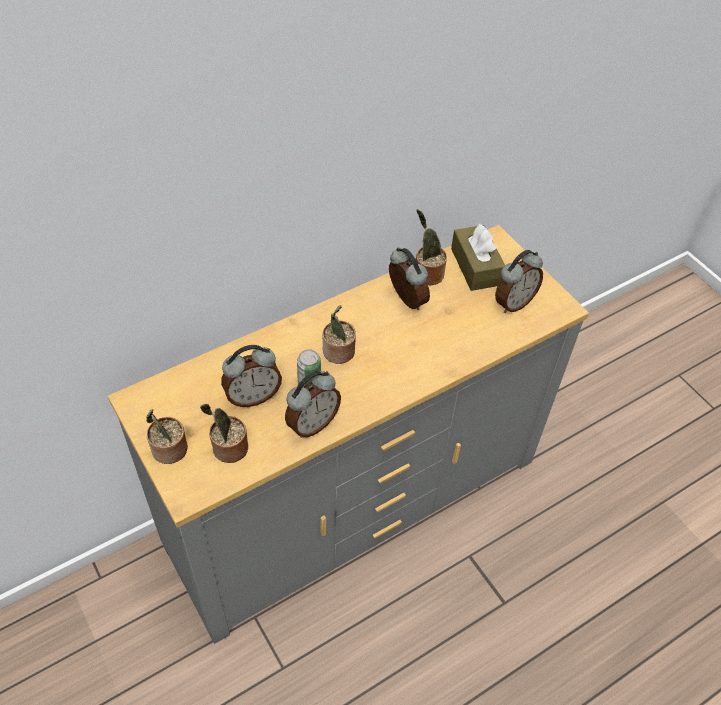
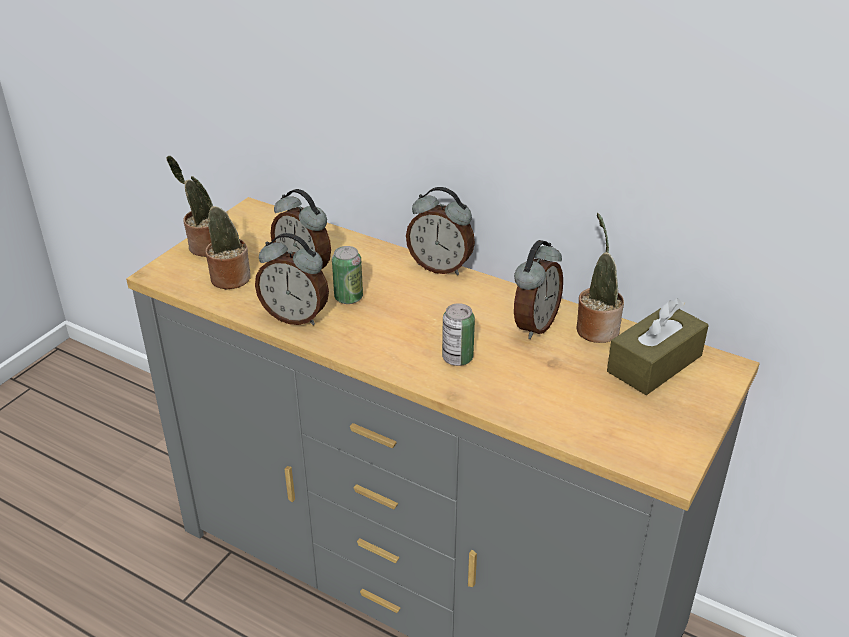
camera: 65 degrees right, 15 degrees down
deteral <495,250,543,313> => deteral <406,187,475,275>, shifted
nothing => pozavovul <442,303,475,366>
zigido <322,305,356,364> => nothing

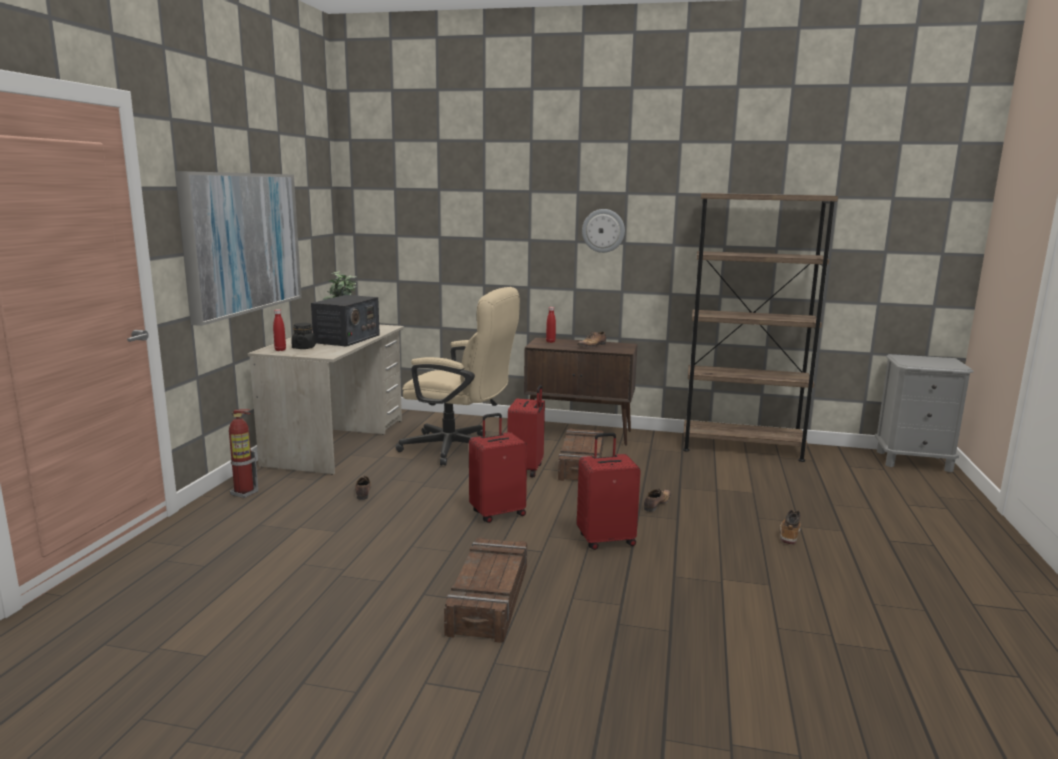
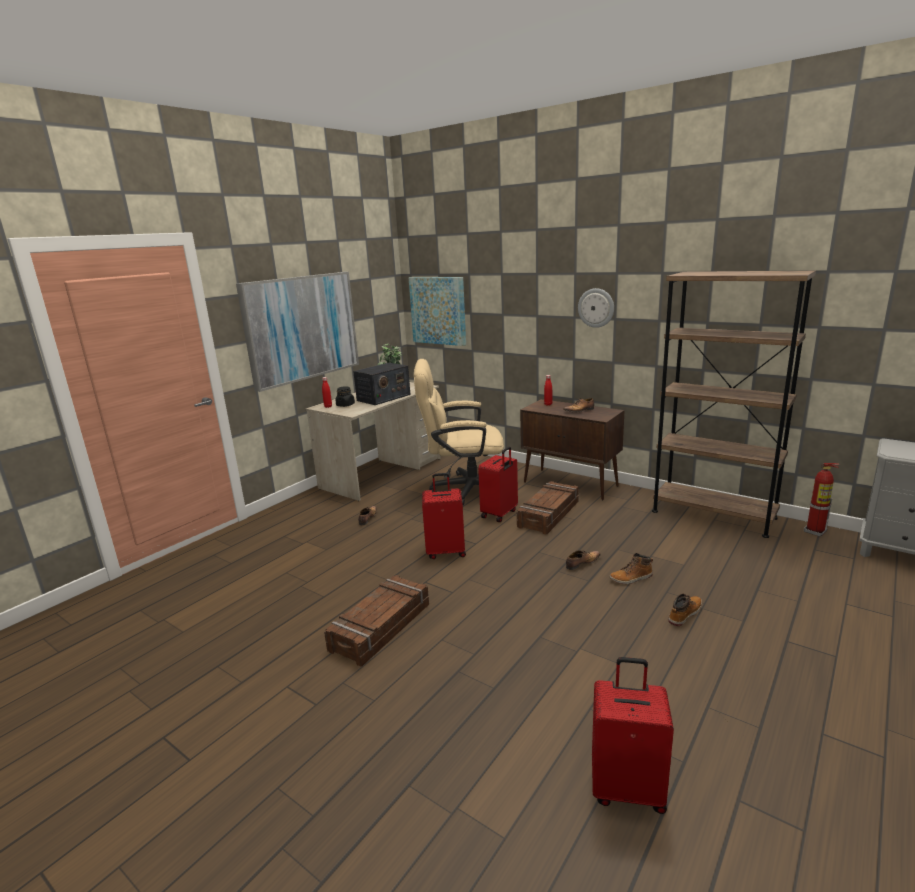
camera: 25 degrees right, 5 degrees up
nothing => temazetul <409,277,466,346>
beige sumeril <396,287,520,466> => beige sumeril <414,359,504,505>, 135 degrees clockwise
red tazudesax <577,433,641,550> => red tazudesax <592,657,674,814>, shifted
nothing => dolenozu <610,553,653,584>
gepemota <229,409,258,498> => gepemota <804,463,839,537>, shifted

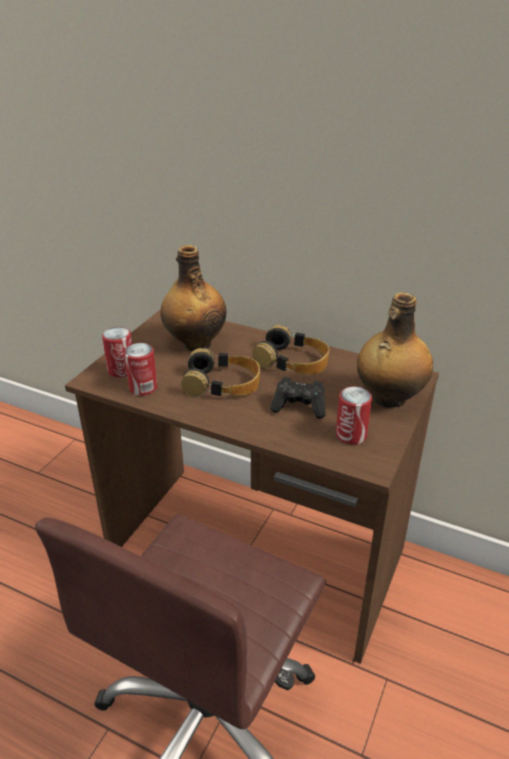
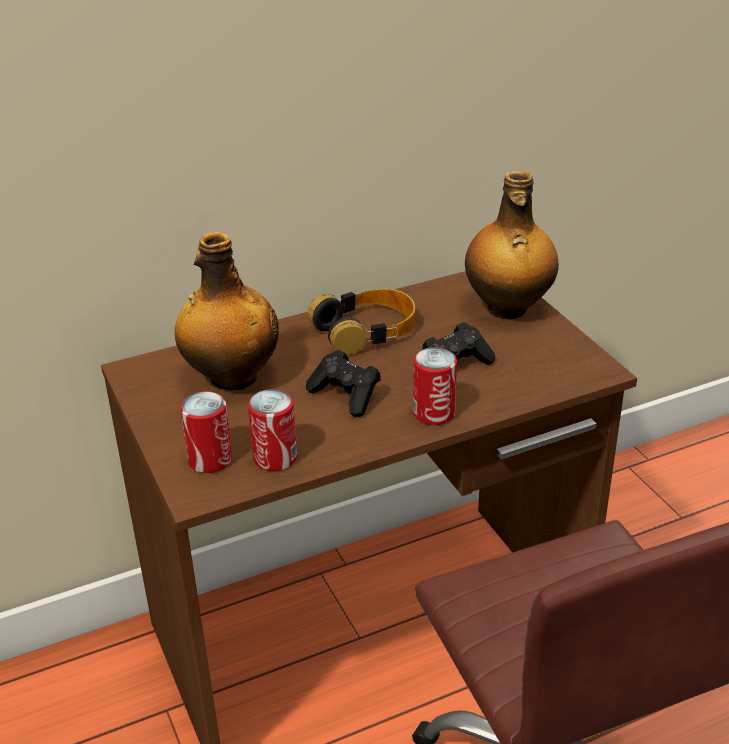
camera: 50 degrees left, 0 degrees up
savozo <181,348,260,397> => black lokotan <306,350,381,417>
pozavovul <336,386,372,444> => pozavovul <413,347,457,425>, shifted

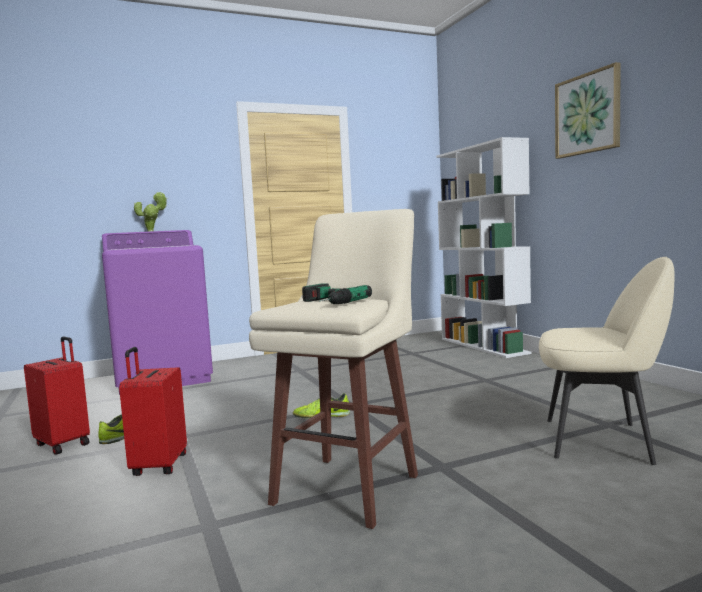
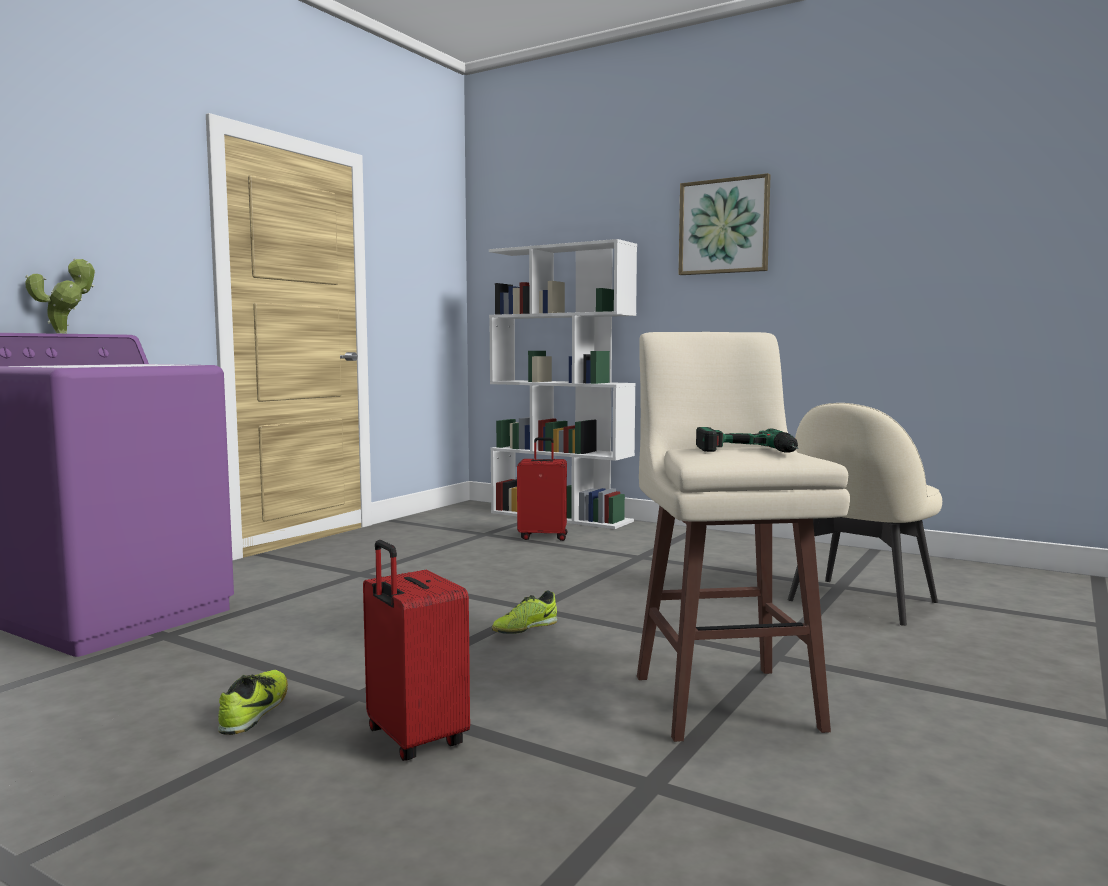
camera: 35 degrees left, 0 degrees up
red tazudesax <24,336,90,455> => red tazudesax <517,437,568,541>, shifted
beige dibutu <539,257,675,465> => beige dibutu <788,403,942,626>, 150 degrees clockwise

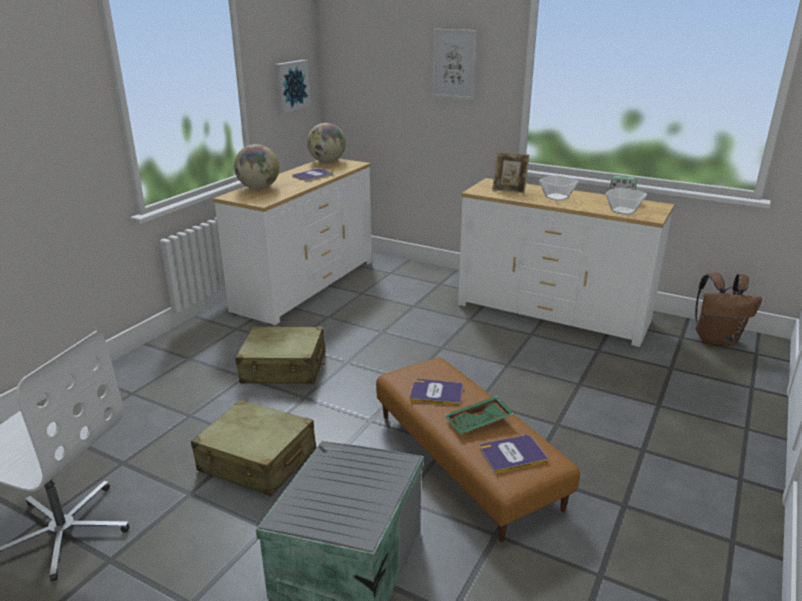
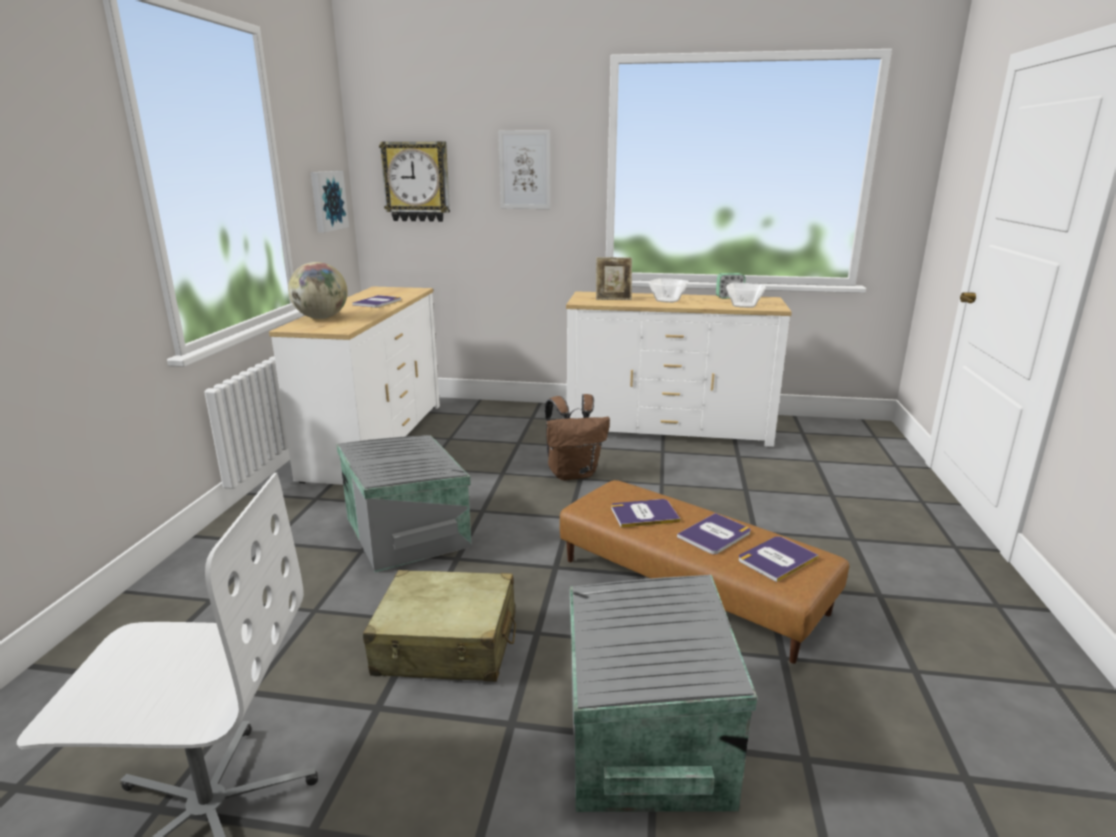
camera: 20 degrees left, 5 degrees down
beige tazudesax <235,326,325,384> => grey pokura <336,435,472,573>
nothing => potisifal <379,141,450,222>
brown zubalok <695,273,762,345> => brown zubalok <545,394,610,481>, shifted
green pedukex <444,396,514,434> => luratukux <677,513,751,554>
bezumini <307,123,346,162> => nothing

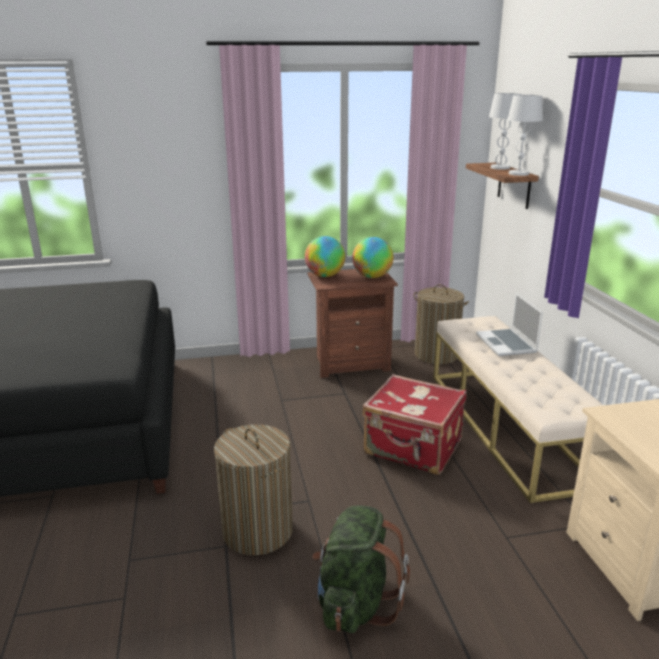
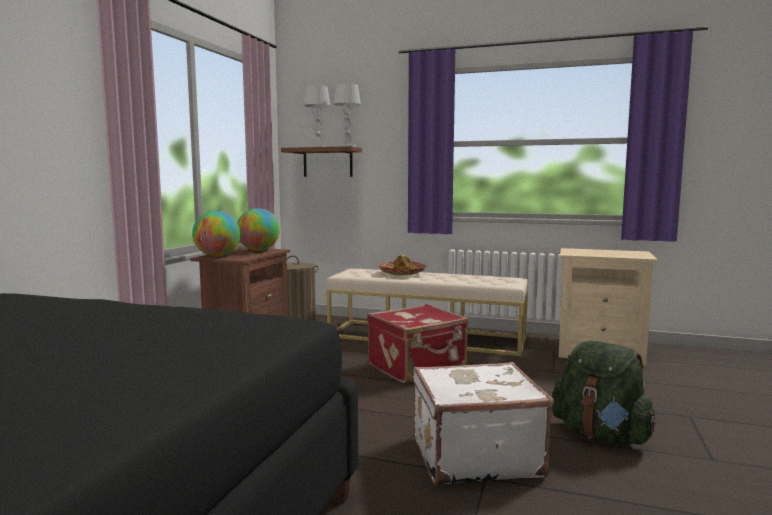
camera: 60 degrees left, 15 degrees down
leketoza <476,293,543,356> => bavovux <378,255,426,276>
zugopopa <214,424,293,555> => white tazudesax <413,362,554,486>

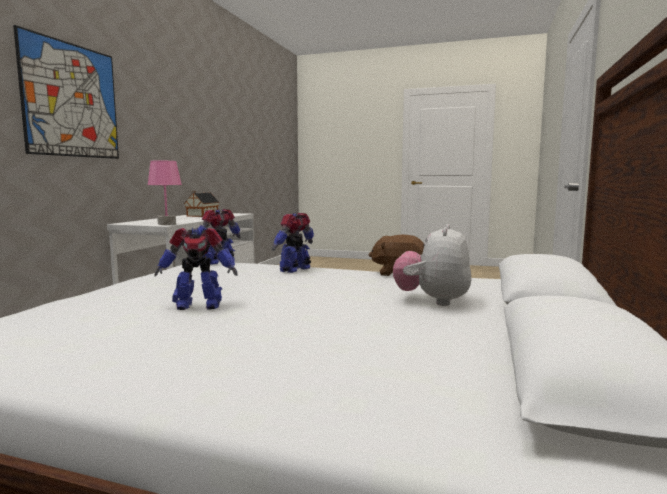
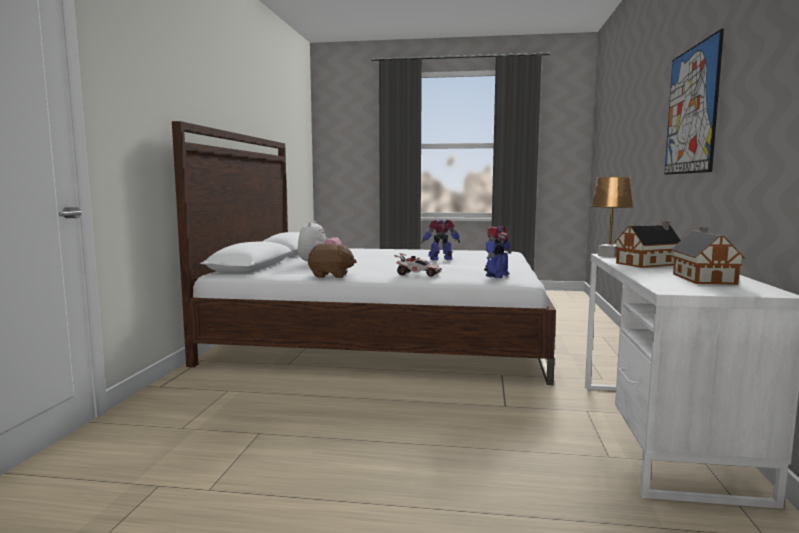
camera: 170 degrees right, 0 degrees up
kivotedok <272,213,314,273> => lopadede <394,253,442,277>
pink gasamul <147,161,182,225> => brown gasamul <591,177,634,257>
nothing => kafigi <614,221,681,268>

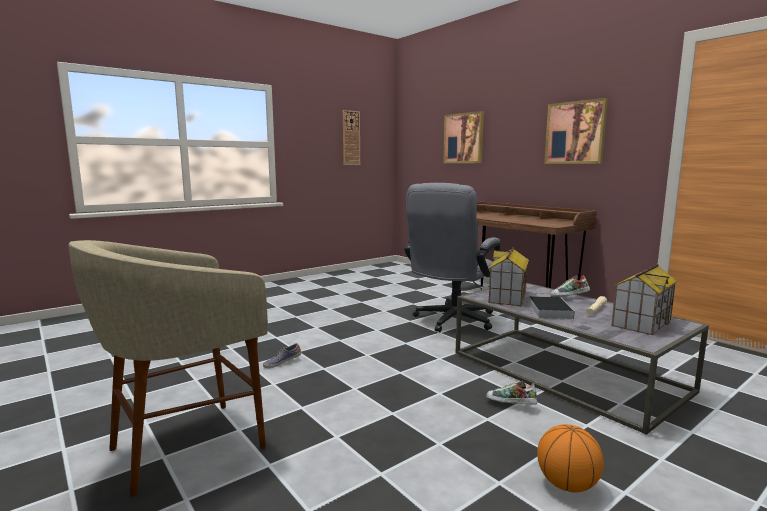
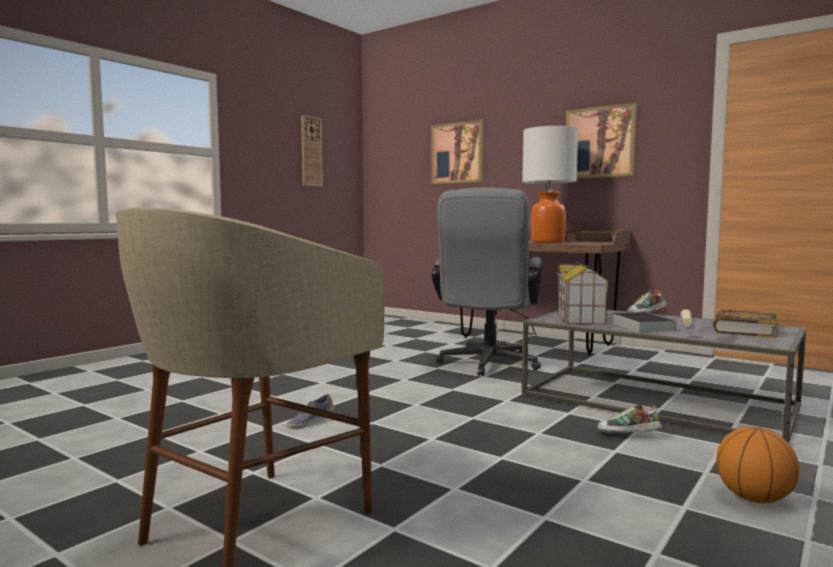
camera: 15 degrees left, 5 degrees down
nothing => gasamul <522,126,578,243>
kafigi <612,264,677,335> => luratukux <713,309,778,338>

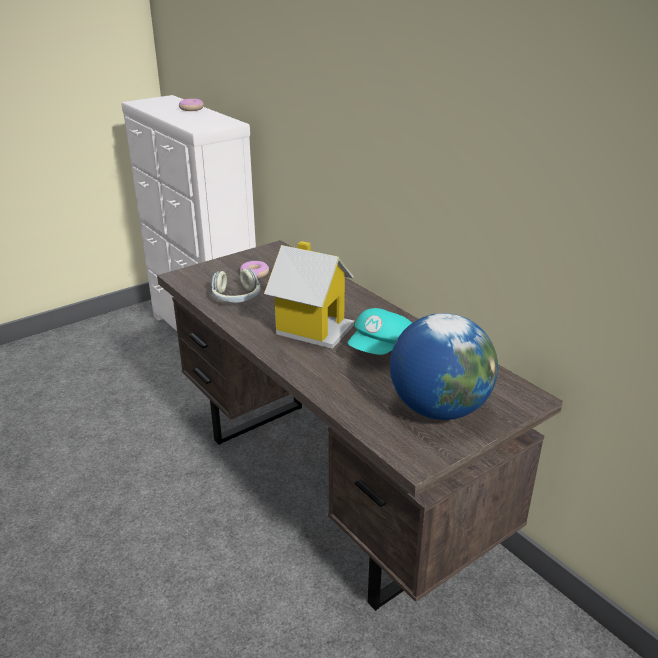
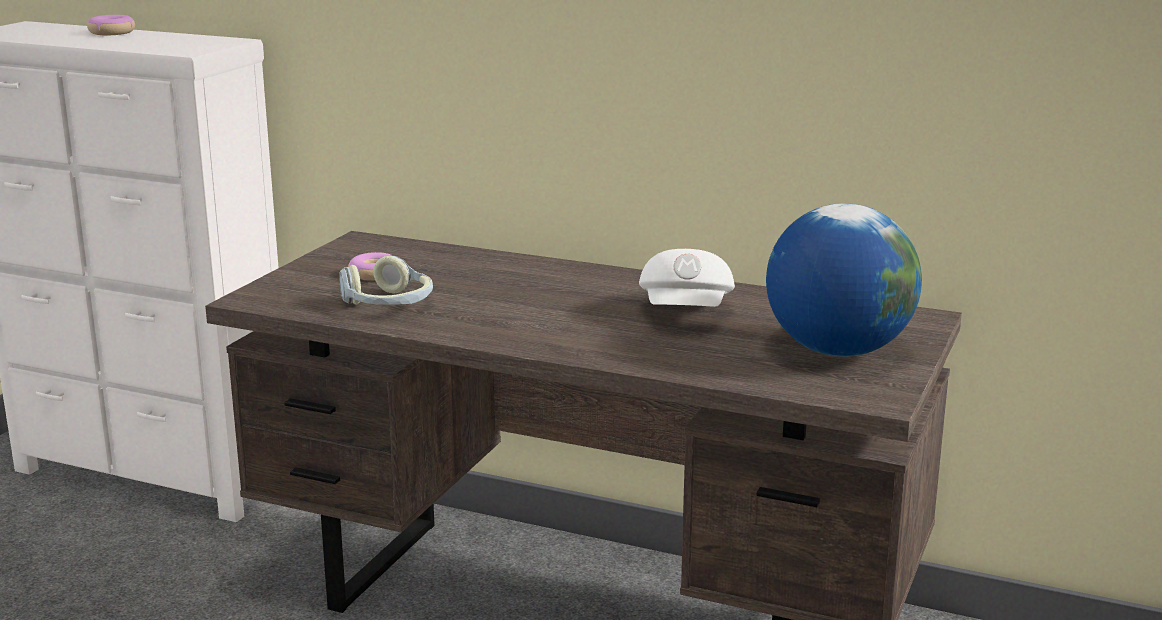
camera: 30 degrees left, 10 degrees down
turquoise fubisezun <348,308,412,355> => white fubisezun <639,249,735,307>
kafigi <264,241,354,349> => nothing

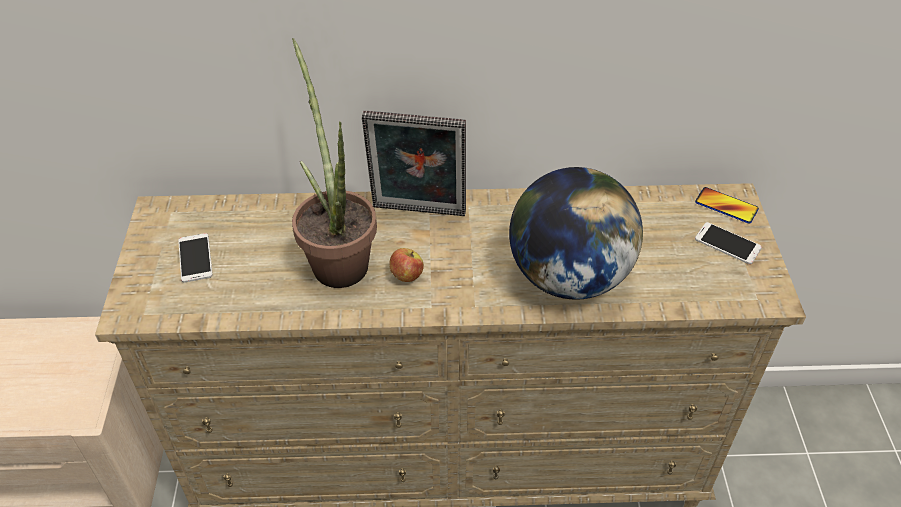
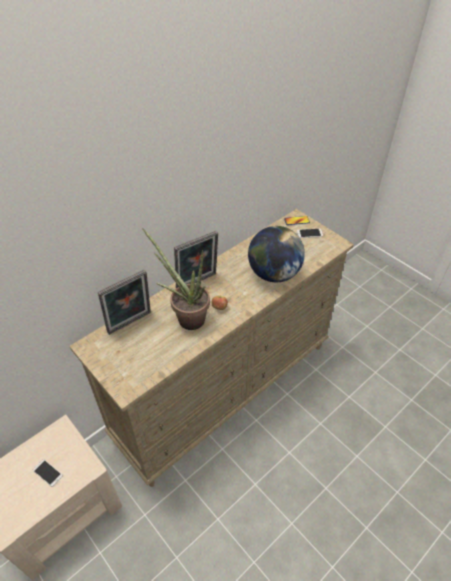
camera: 40 degrees left, 0 degrees up
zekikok <178,233,213,283> => zekikok <33,459,63,487>, shifted
nothing => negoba <98,270,151,335>

